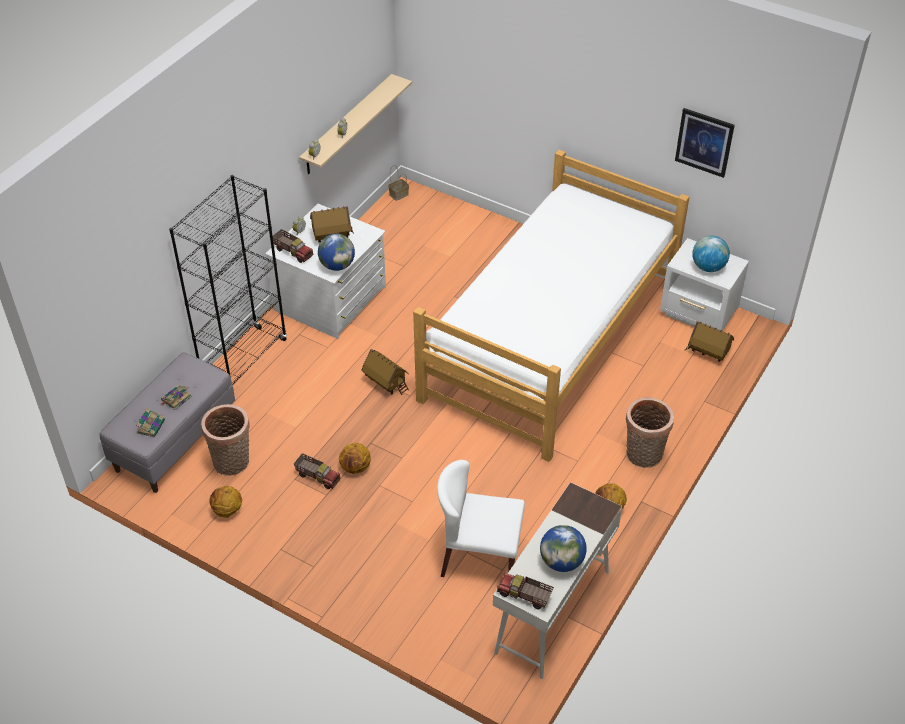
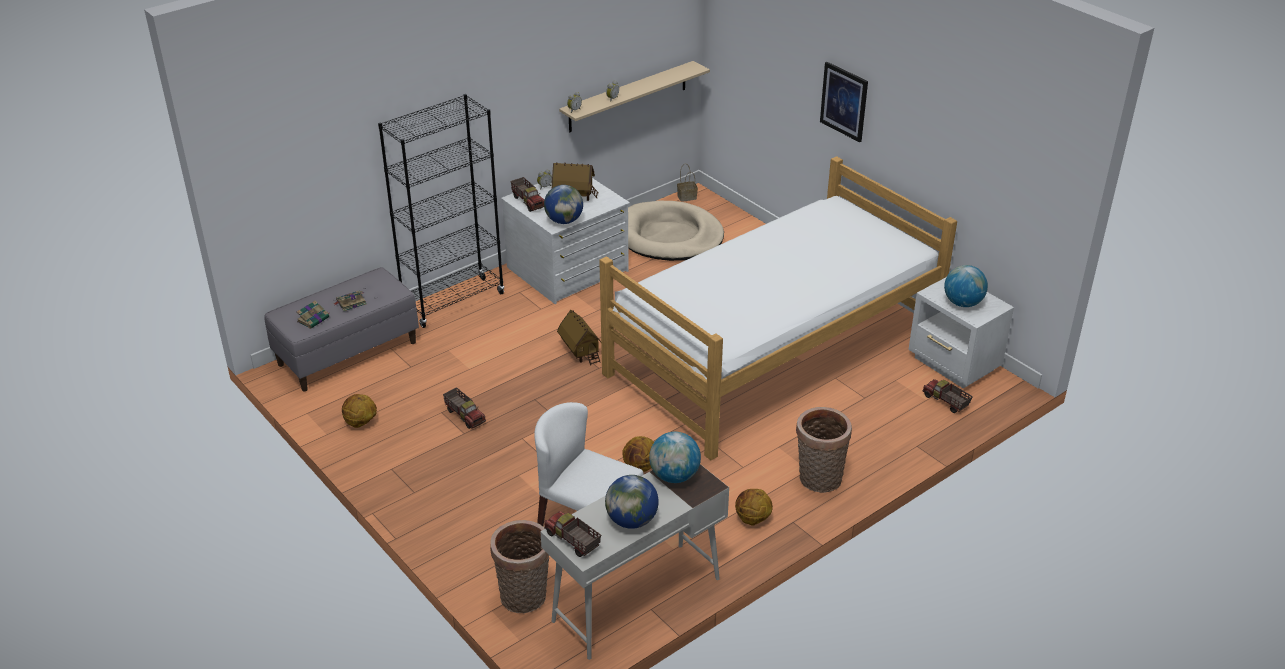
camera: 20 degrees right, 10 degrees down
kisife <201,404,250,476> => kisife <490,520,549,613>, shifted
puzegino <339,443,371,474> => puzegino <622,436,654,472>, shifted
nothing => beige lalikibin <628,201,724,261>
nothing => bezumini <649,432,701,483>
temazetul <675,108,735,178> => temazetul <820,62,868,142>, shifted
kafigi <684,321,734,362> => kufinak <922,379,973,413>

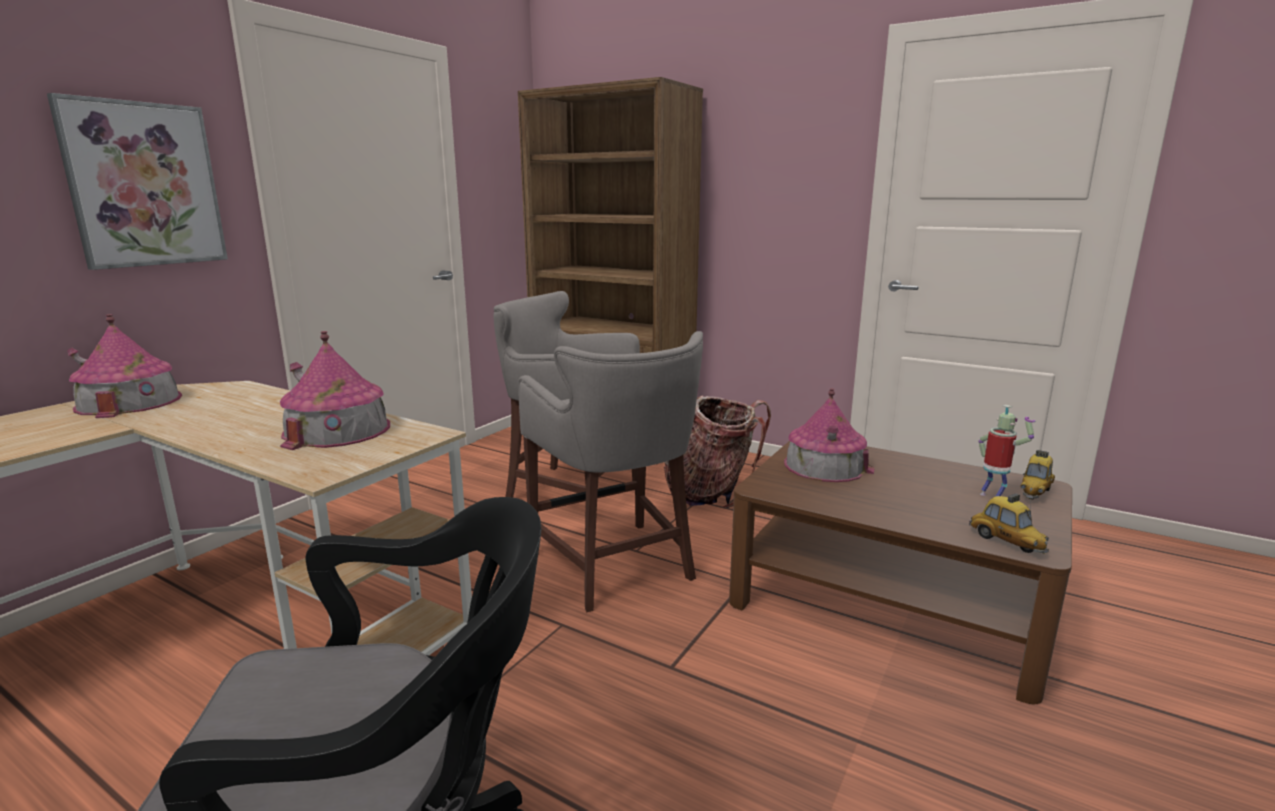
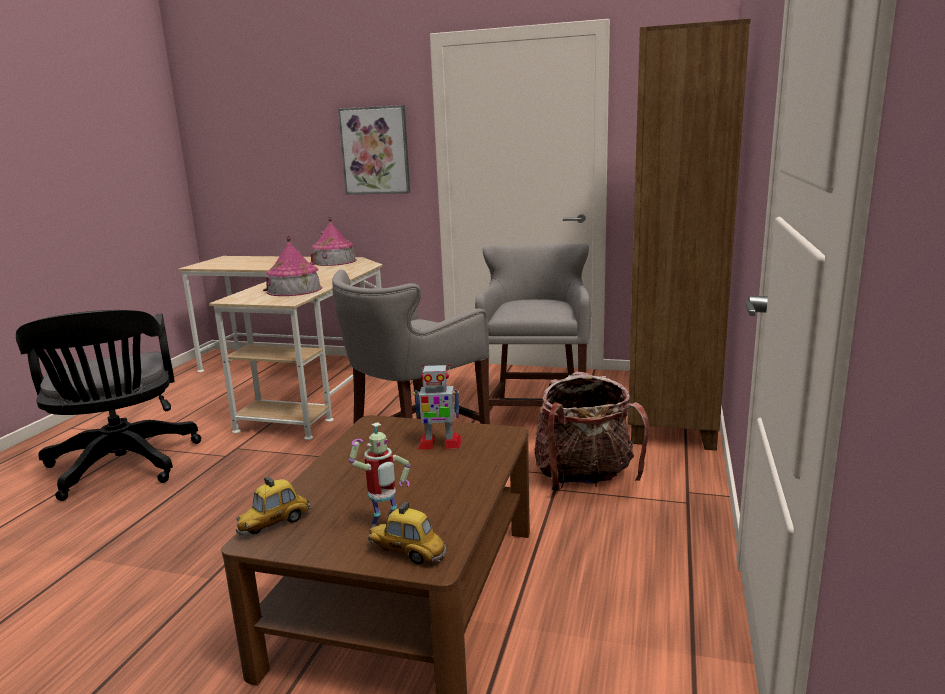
camera: 75 degrees right, 0 degrees up
kafigi <784,388,875,482> => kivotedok <414,364,461,449>

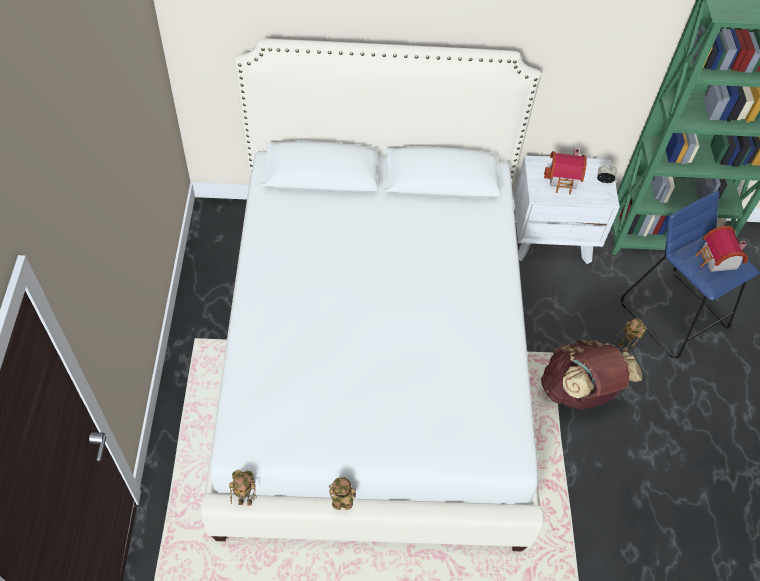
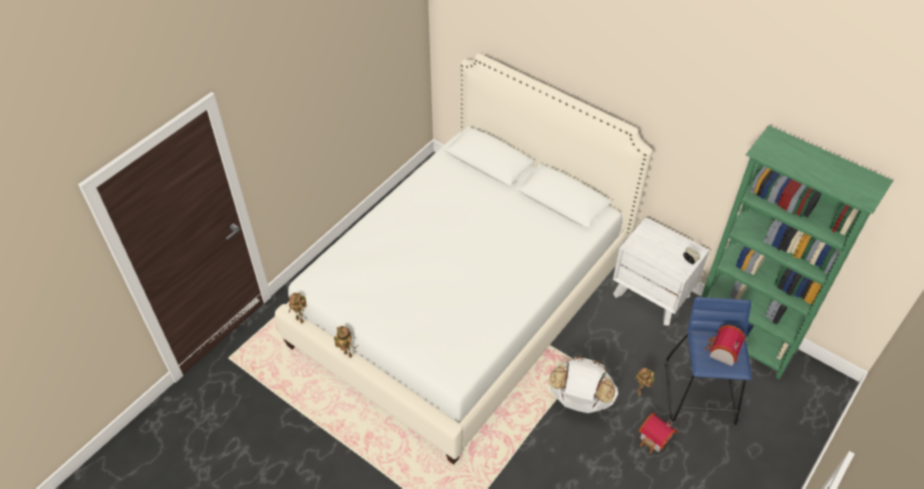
camera: 40 degrees right, 5 degrees down
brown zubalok <541,339,642,410> => white zubalok <548,356,618,413>
kafigi <544,149,587,194> => kafigi <639,413,677,454>, shifted

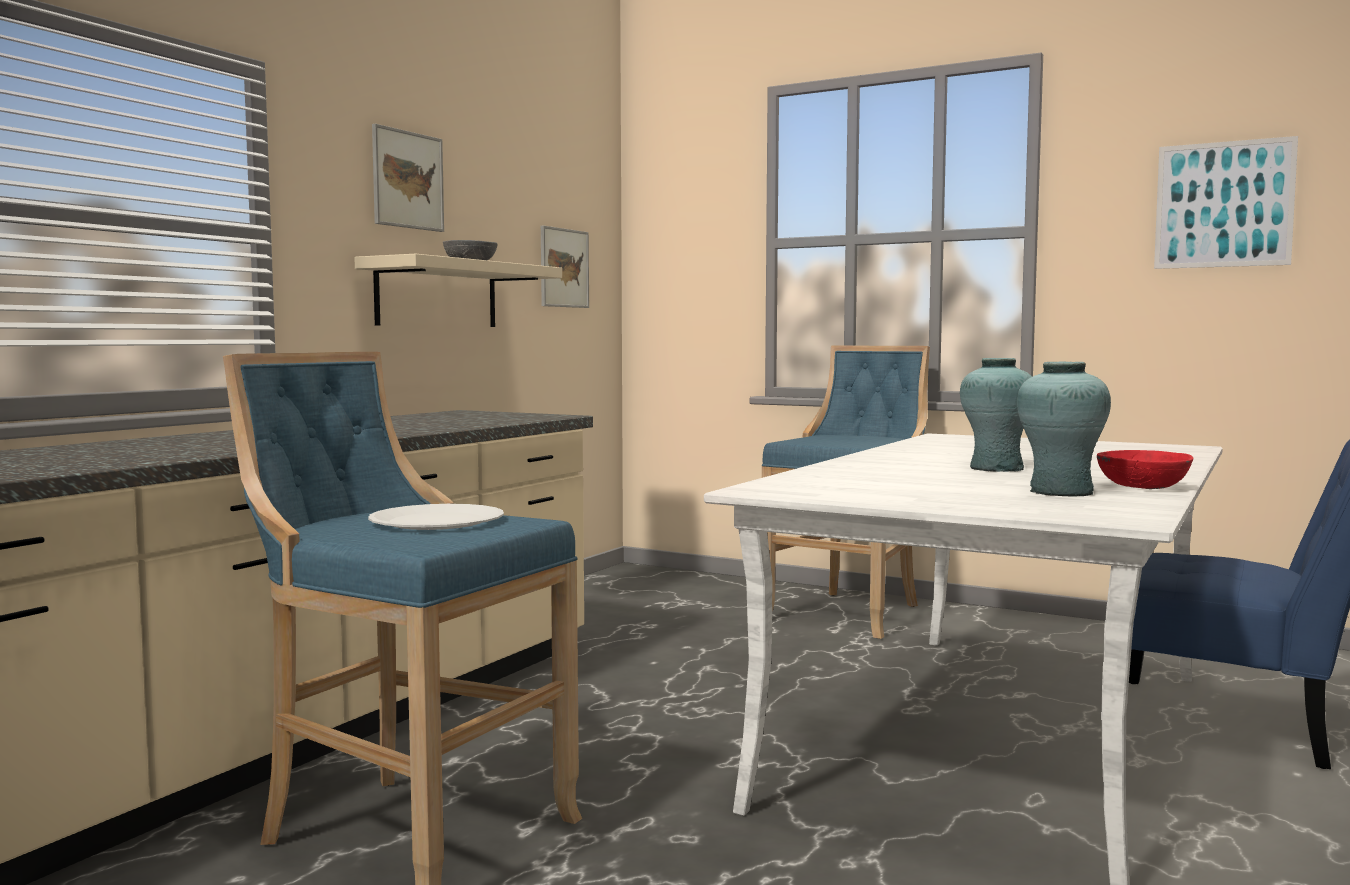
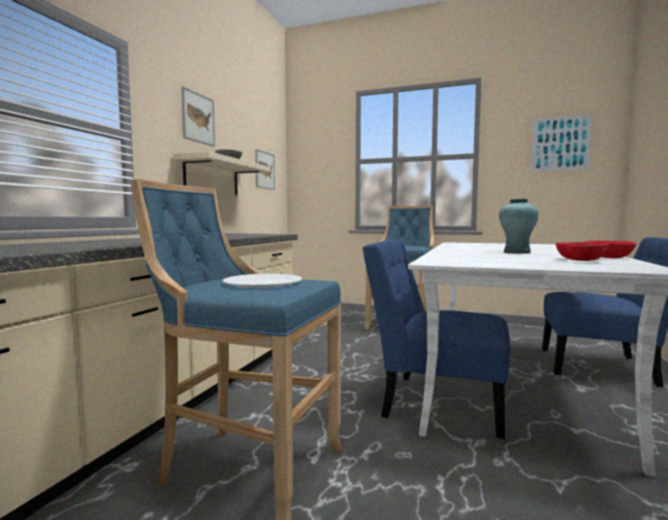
camera: 10 degrees left, 0 degrees up
nothing => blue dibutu <362,240,510,439>
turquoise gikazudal <1017,362,1111,496> => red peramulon <556,242,609,261>

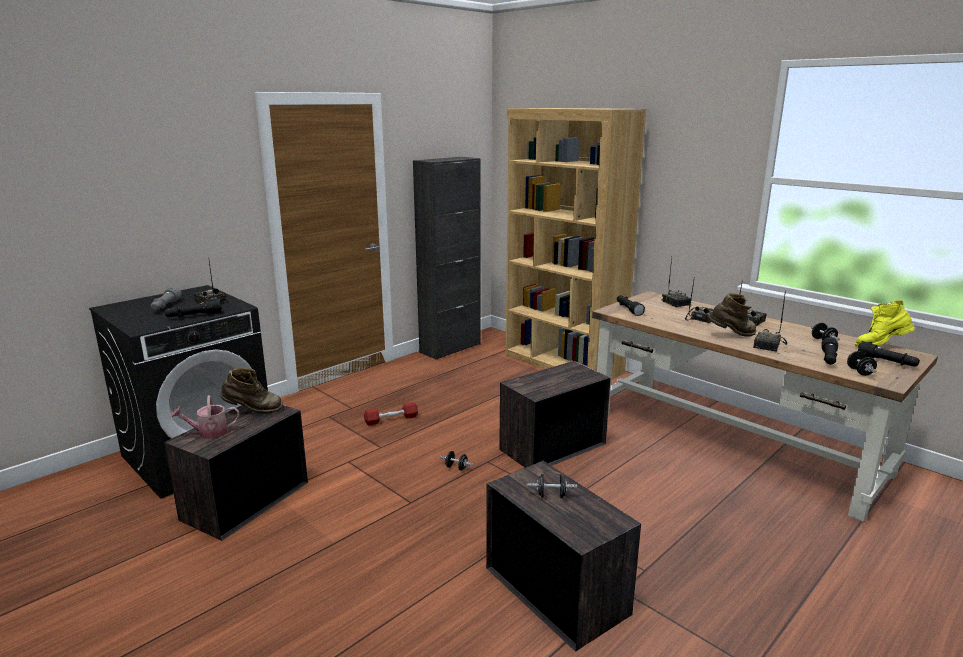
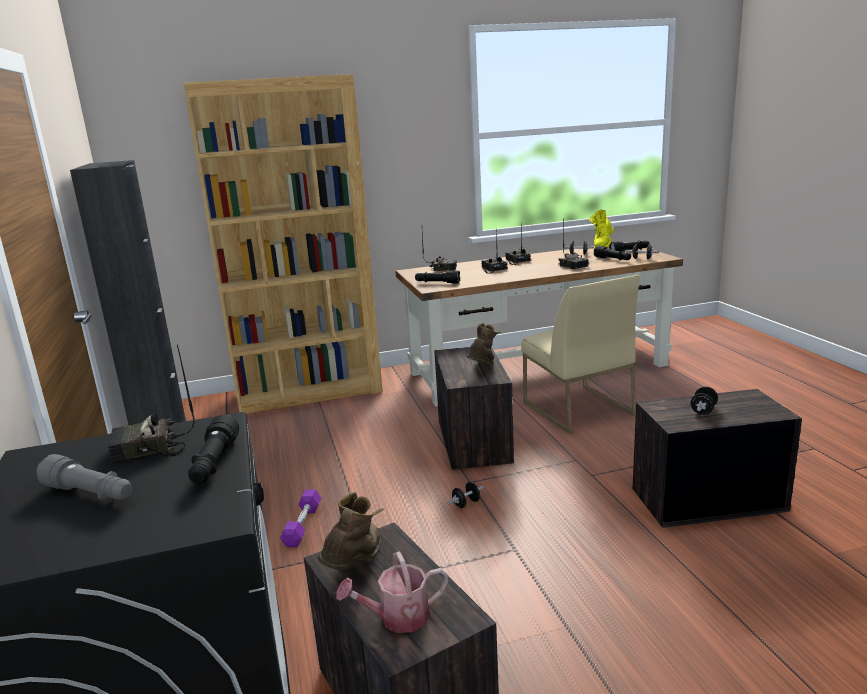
camera: 60 degrees left, 0 degrees up
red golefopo <364,402,418,426> => purple golefopo <280,489,321,547>
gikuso <171,395,239,439> => gikuso <336,551,448,633>, 60 degrees clockwise
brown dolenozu <708,293,756,337> => brown dolenozu <466,323,501,365>, shifted
nothing => beige dibutu <521,275,640,434>

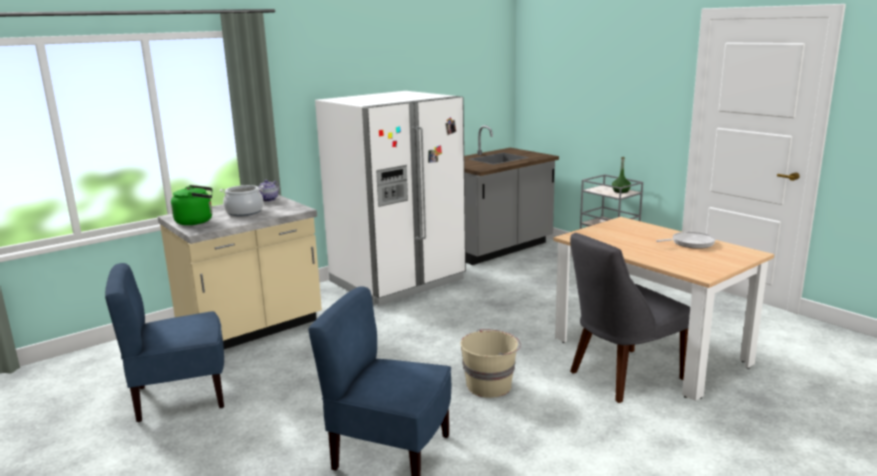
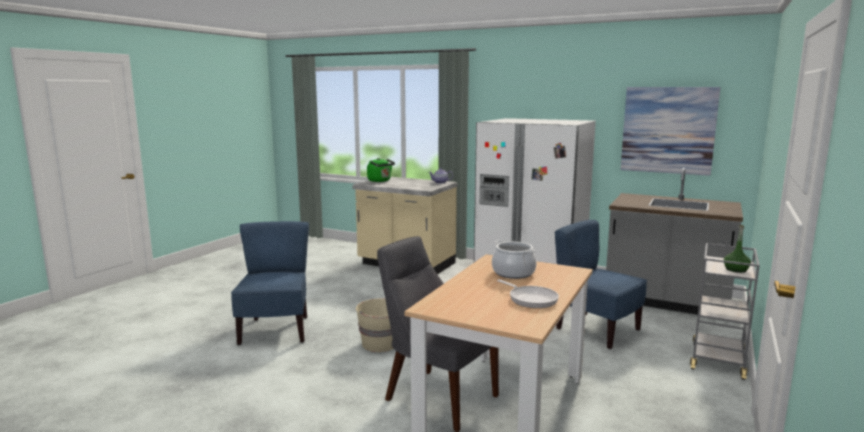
camera: 65 degrees right, 5 degrees down
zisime <220,185,264,216> => zisime <492,240,537,279>, shifted
blue dibutu <105,263,224,422> => blue dibutu <555,220,647,349>, shifted
nothing => temazetul <621,87,721,176>

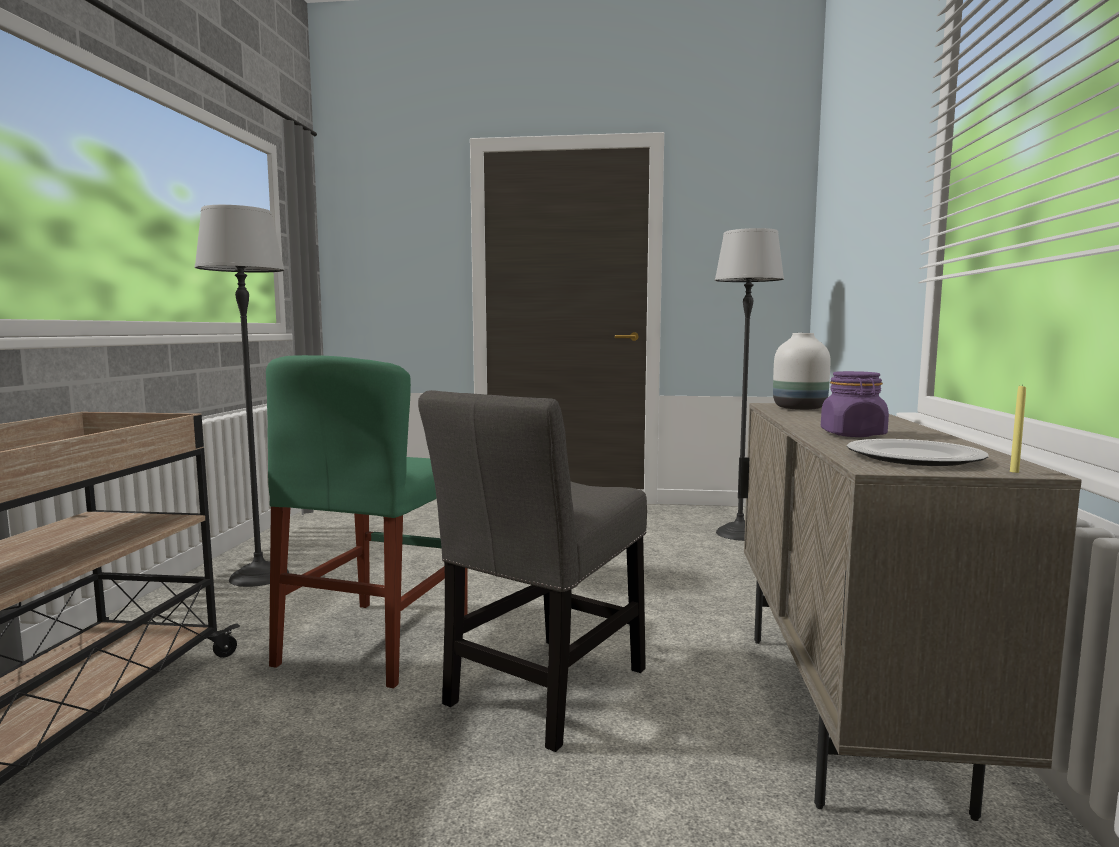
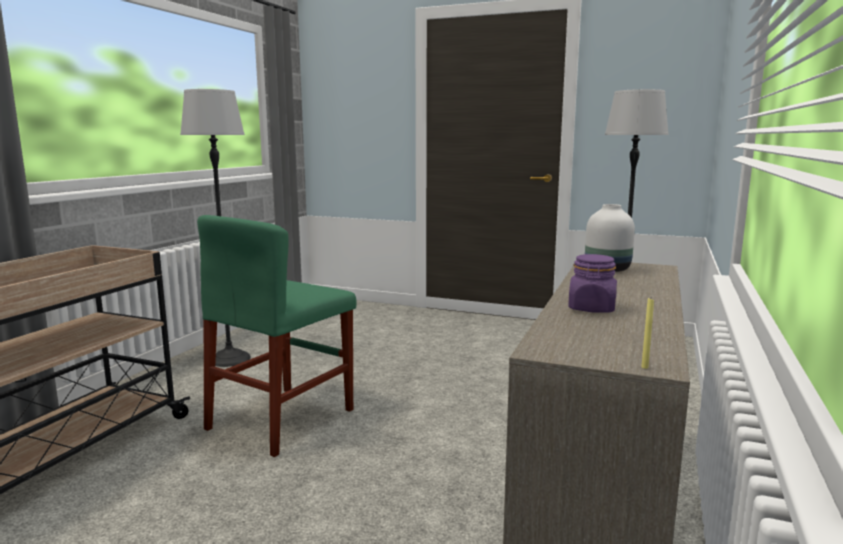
camera: 15 degrees right, 5 degrees up
grey dibutu <418,390,647,752> => nothing
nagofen <847,439,989,466> => nothing

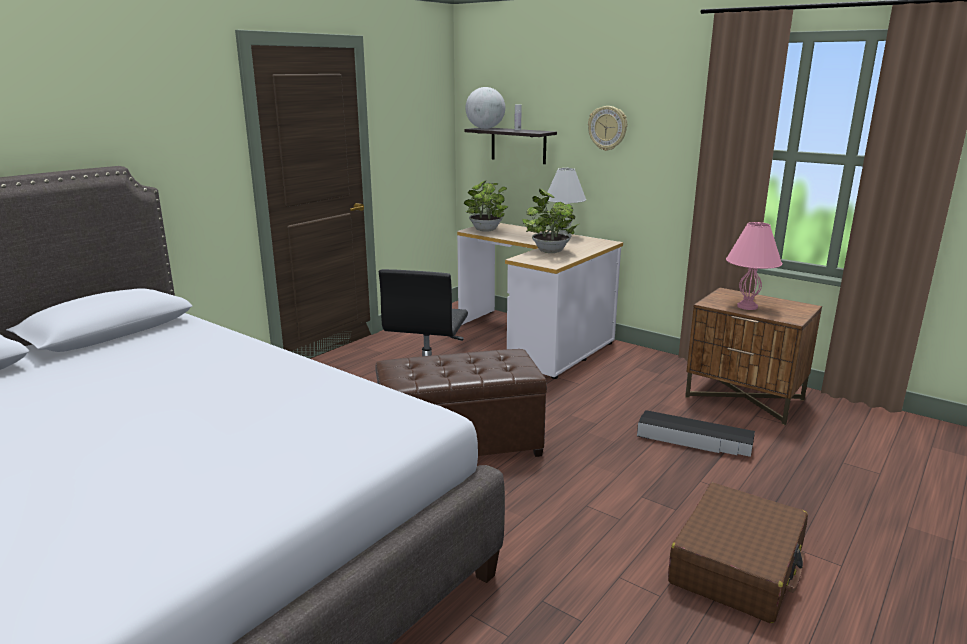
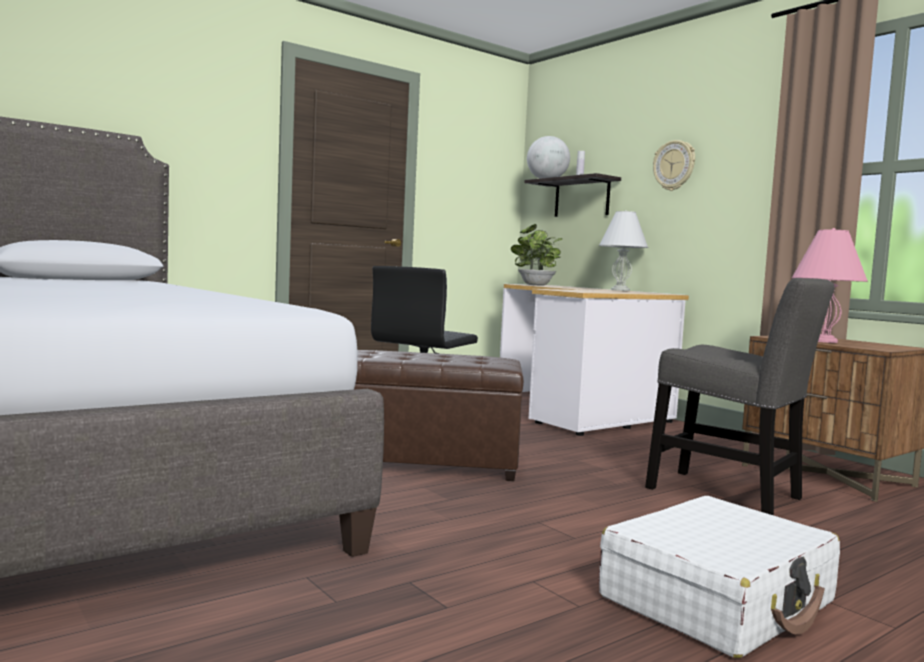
camera: 15 degrees right, 15 degrees down
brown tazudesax <668,483,808,623> => white tazudesax <599,496,840,658>
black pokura <637,410,755,457> => grey dibutu <645,278,834,515>
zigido <522,189,579,253> => nothing

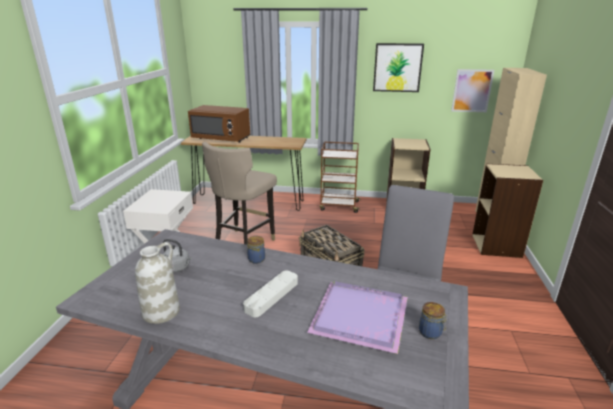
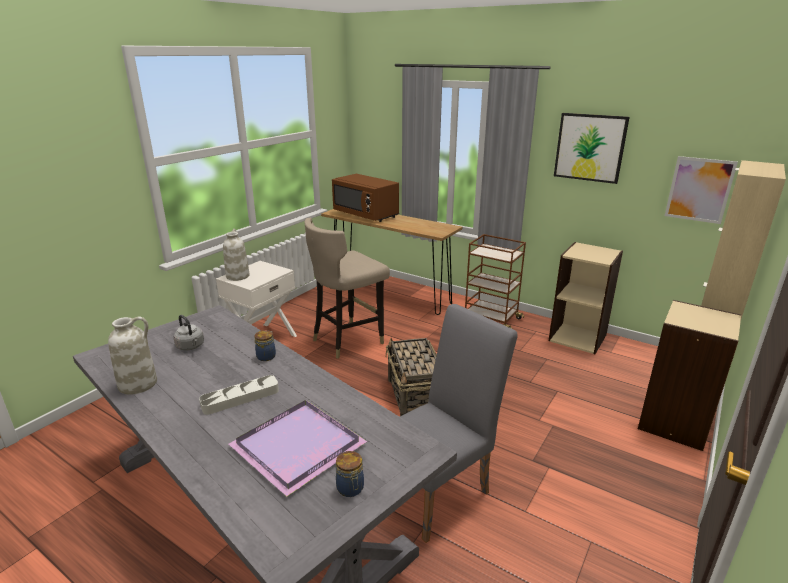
camera: 25 degrees right, 0 degrees up
nothing => white gikazudal <223,229,250,281>

